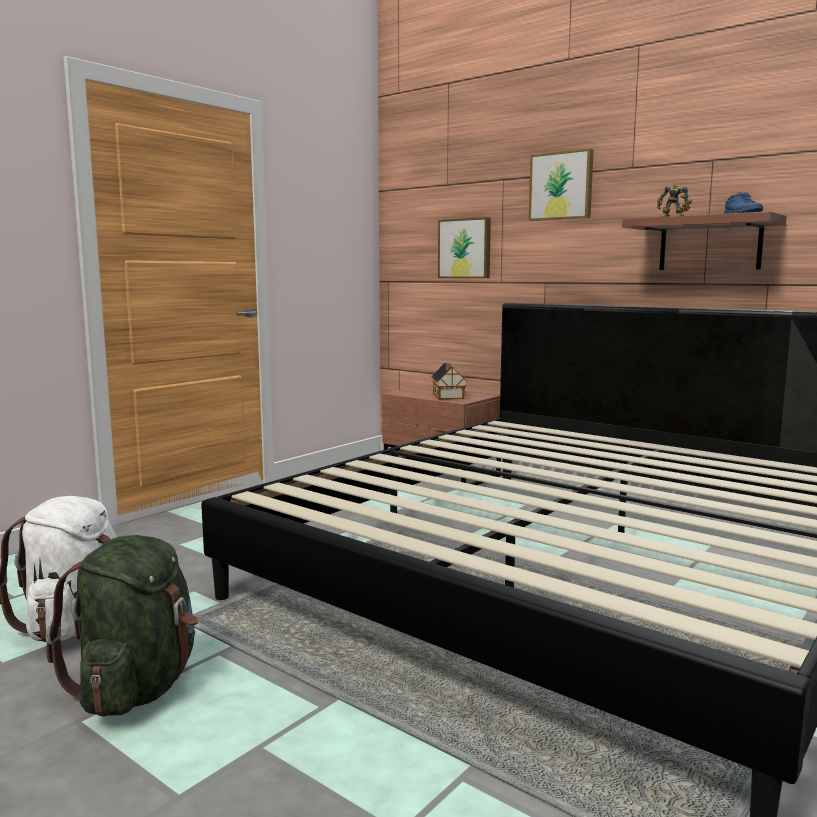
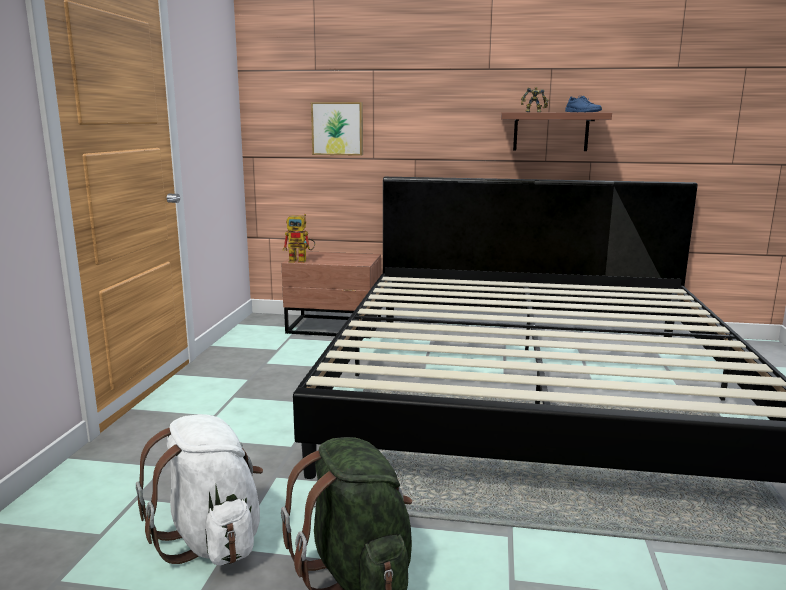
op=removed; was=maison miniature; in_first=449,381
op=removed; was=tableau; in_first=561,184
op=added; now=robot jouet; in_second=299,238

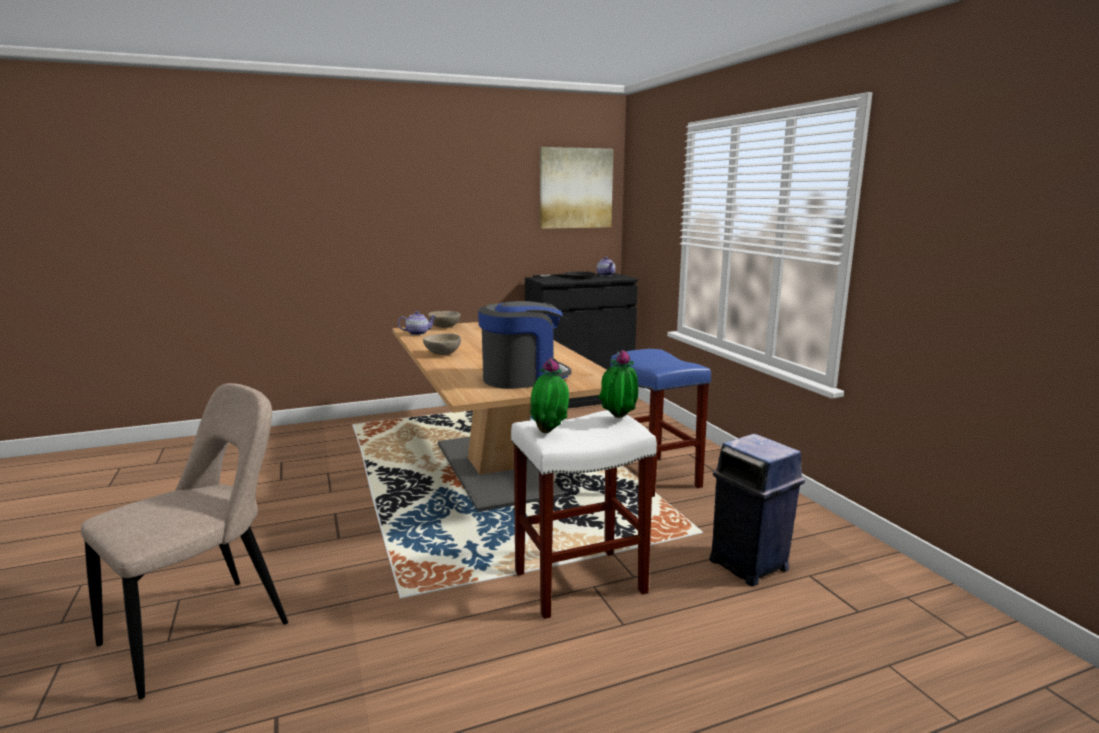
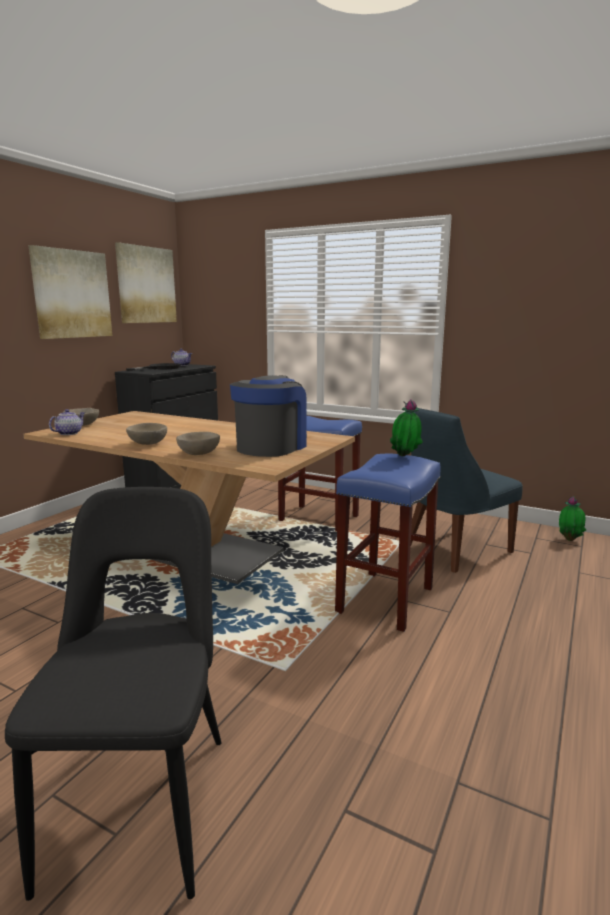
op=recoloured; was=chaise/beige; now=chaise/noir; in_first=184,541; in_second=113,694
op=recoloured; was=tabouret/blanc; now=tabouret/bleu; in_first=584,514; in_second=388,543
op=moved; was=plante en pot; in_first=549,395; in_second=572,518
op=replaced; was=poubelle/bleu; now=chaise/bleu; in_first=757,510; in_second=467,490
op=added; now=tableau; in_second=70,292
op=added; now=bol/beige; in_second=198,443

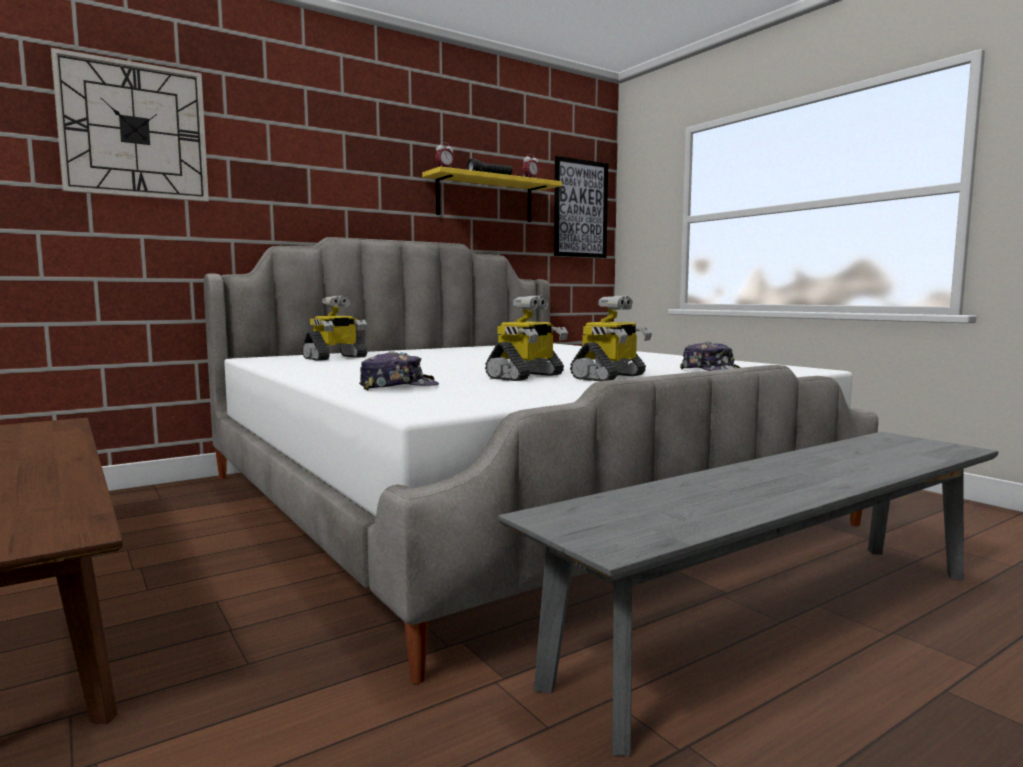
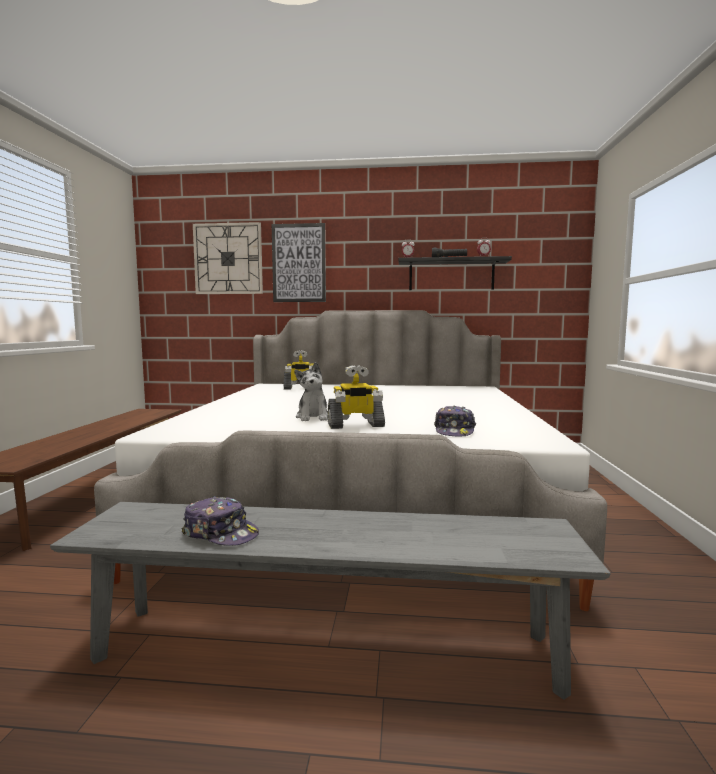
op=moved; was=casquette; in_first=399,370; in_second=220,521
op=recoloured; was=étagère/jaune; now=étagère/noir; in_first=492,194; in_second=455,273
op=replaced; was=robot jouet; now=peluche; in_first=526,338; in_second=311,391
op=moved; was=tableau; in_first=581,207; in_second=299,262

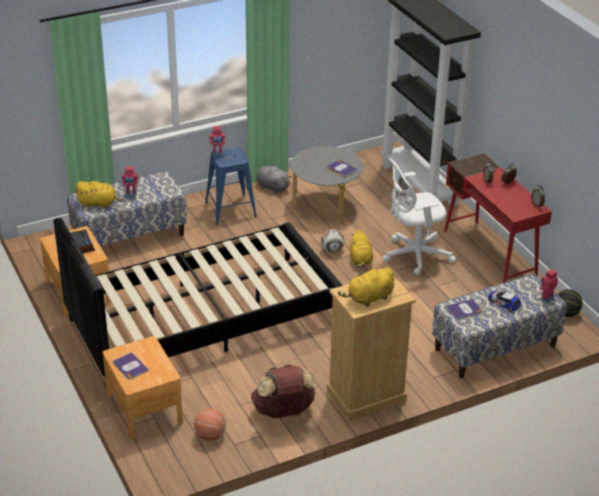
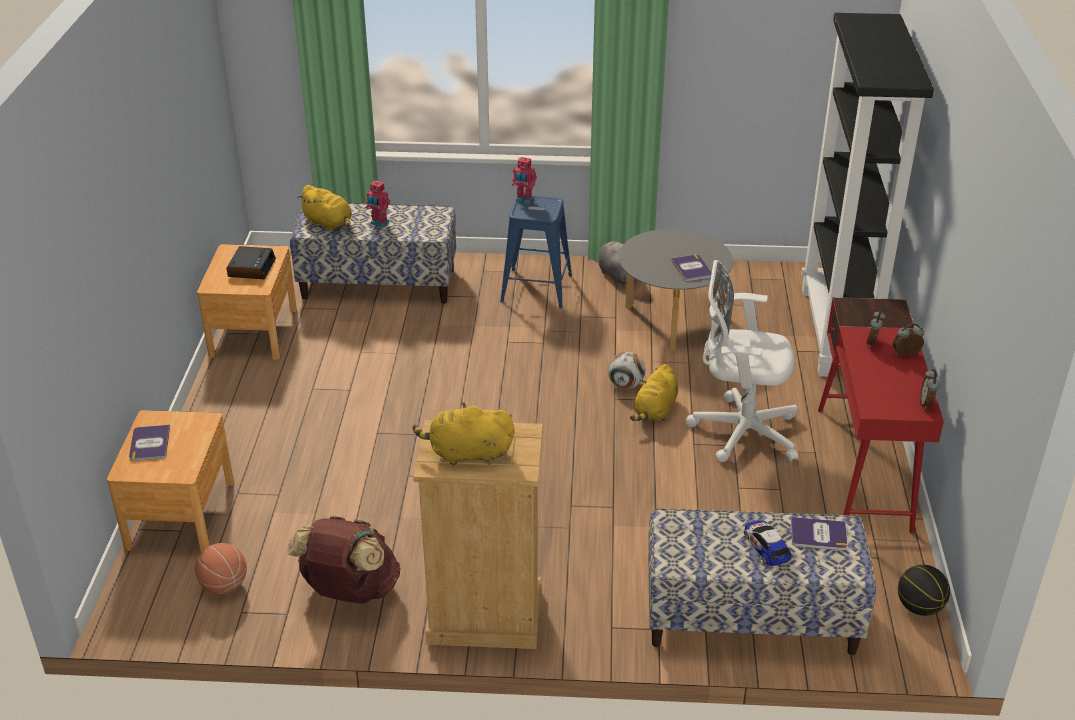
op=removed; was=lit/noir; in_first=198,300
op=moved; was=livre; in_first=464,309; in_second=819,533
op=removed; was=robot jouet; in_first=548,286

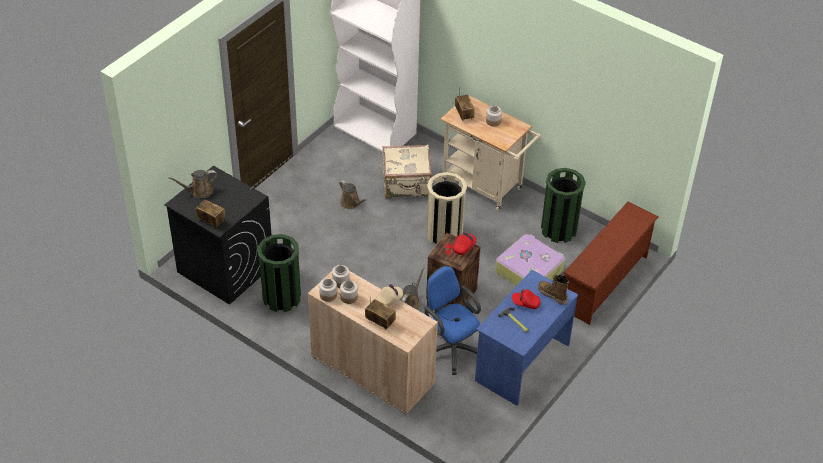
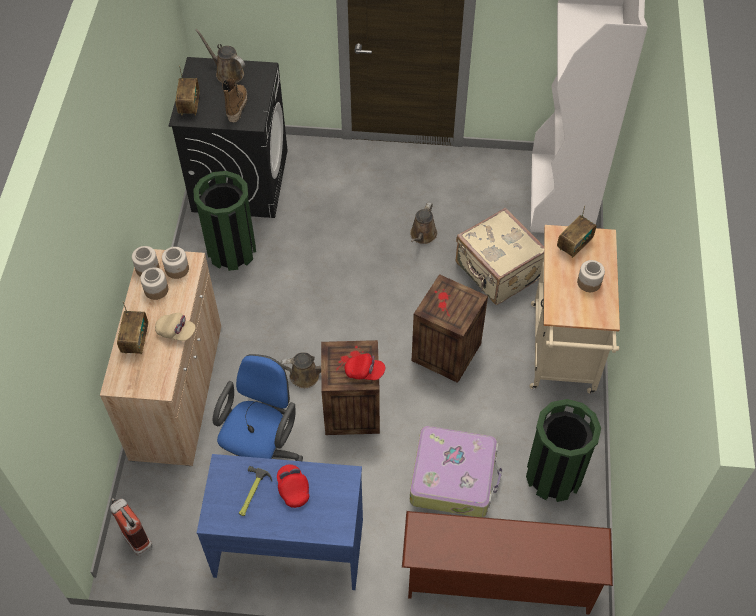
op=replaced; was=poubelle/beige; now=caisse; in_first=447,208; in_second=450,328
op=moved; was=botte; in_first=553,290; in_second=235,100
op=added; now=extincteur; in_second=131,527

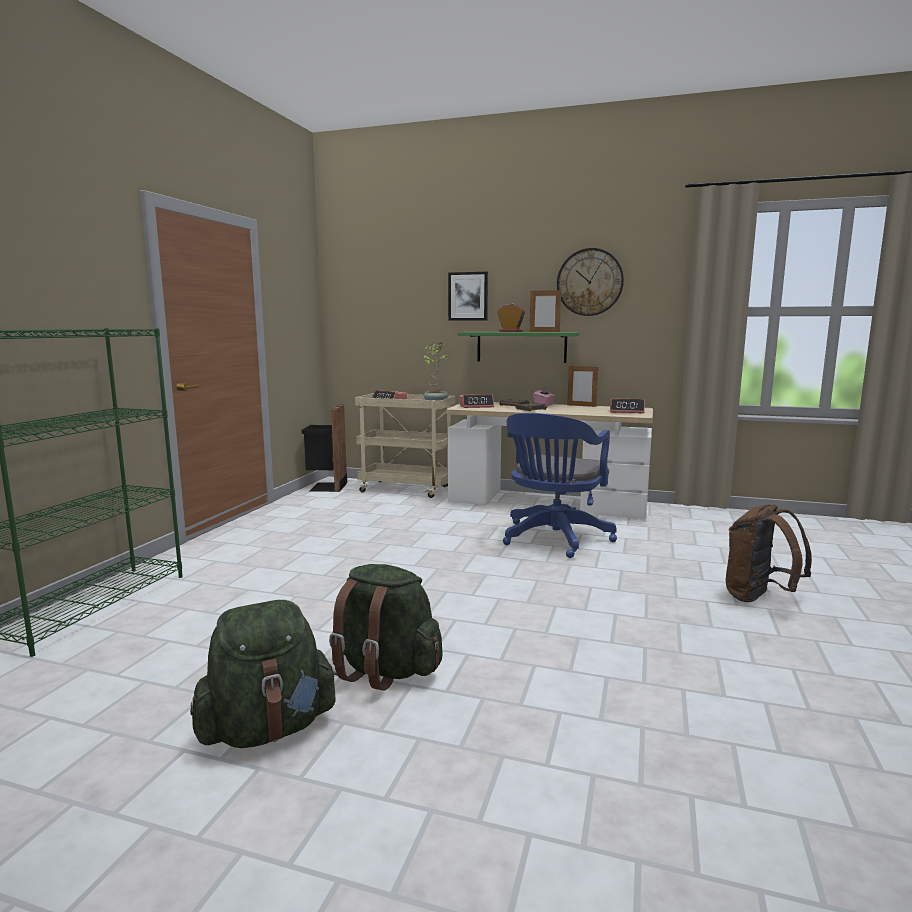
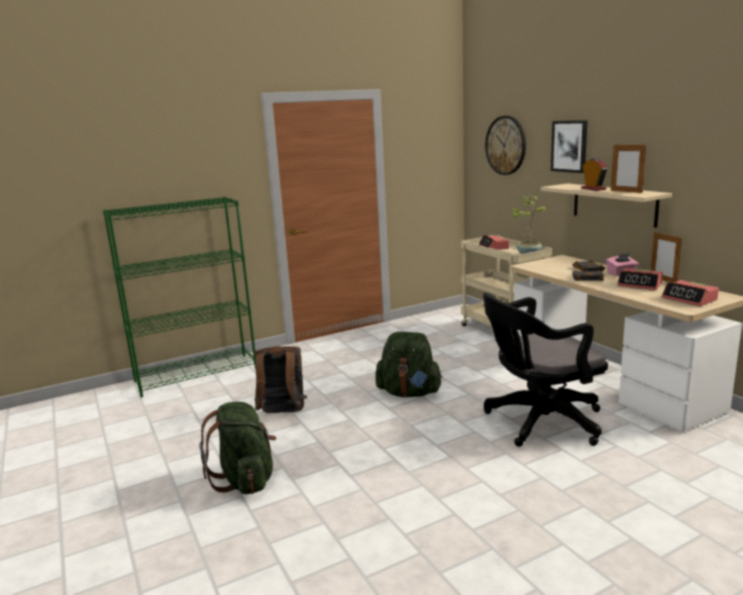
op=moved; was=sac à dos/vert; in_first=264,674; in_second=409,364
op=removed; was=poubelle/noir; in_first=324,448
op=recoloured; was=étagère/vert; now=étagère/beige; in_first=518,347; in_second=606,205
op=moved; was=réveil; in_first=477,401; in_second=640,279
op=recoloured; was=chaise de bureau/bleu; now=chaise de bureau/noir; in_first=560,485; in_second=545,369
op=moved; was=horloge murale; in_first=590,282; in_second=505,145
op=moved; was=sac à dos/marron; in_first=769,553; in_second=280,379

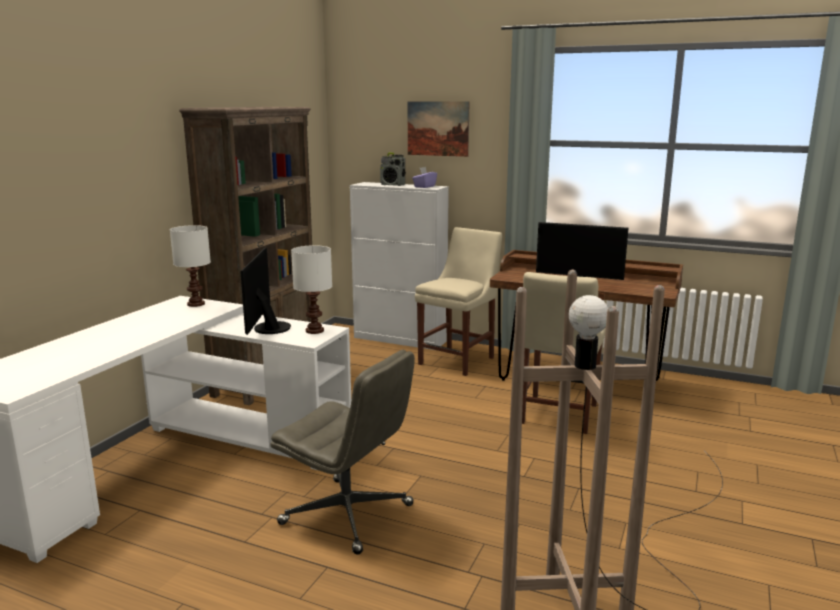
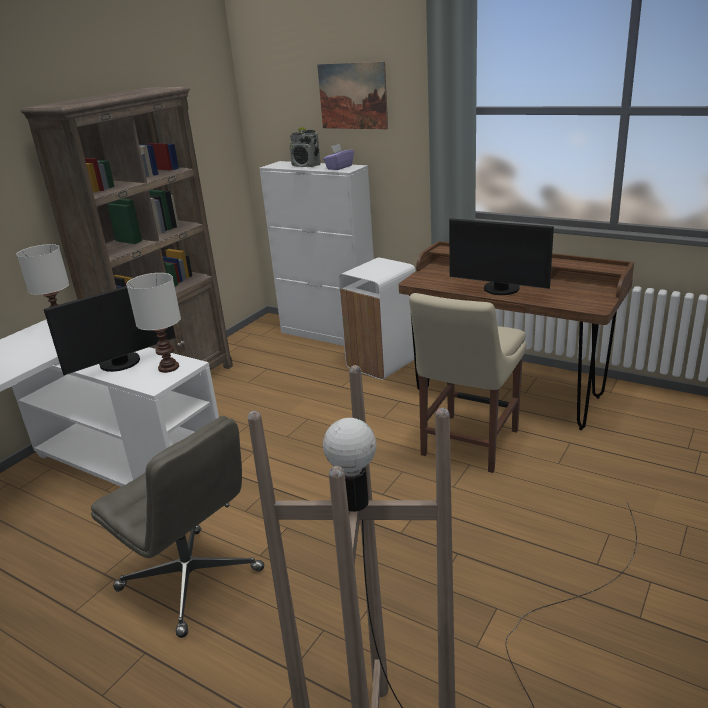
op=turned; was=écran d'ordinateur; in_first=265,291; in_second=110,330; clockwise=-135
op=replaced; was=chaise/beige; now=poubelle/blanc; in_first=458,301; in_second=377,319

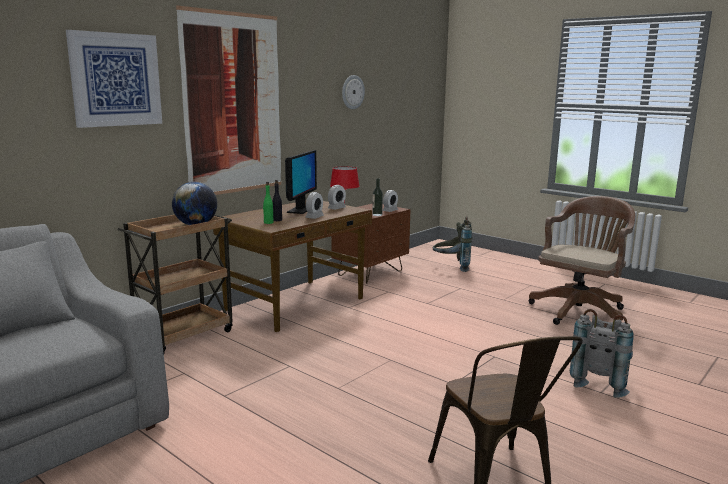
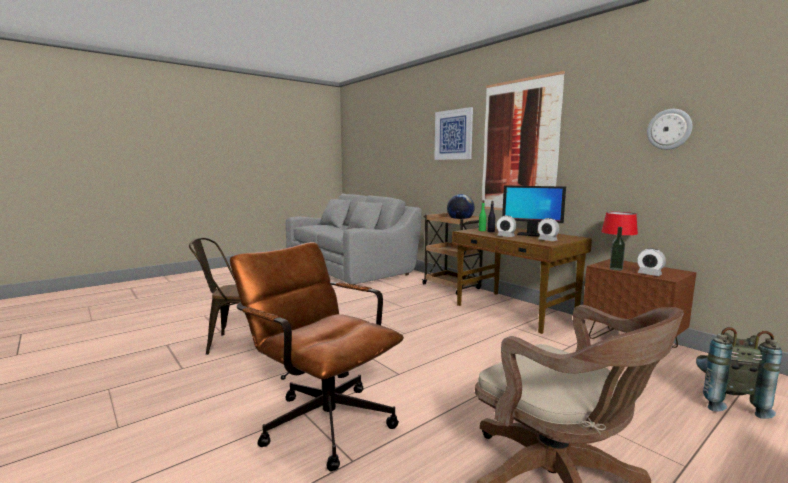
op=replaced; was=sac à dos/gris; now=chaise de bureau/marron; in_first=602,353; in_second=317,356

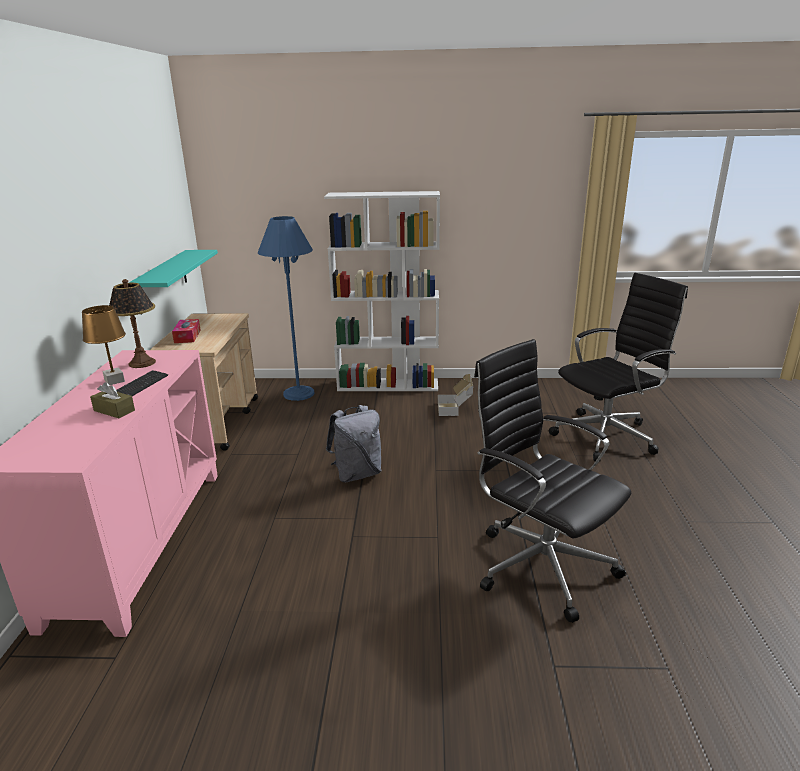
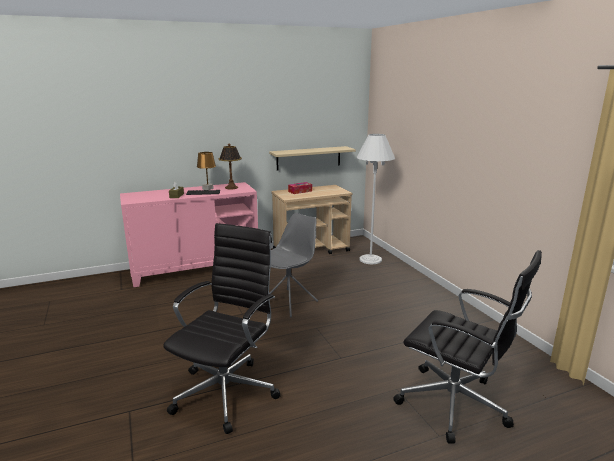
op=recoloured; was=étagère/turquoise; now=étagère/beige; in_first=173,282; in_second=312,158
op=recoloured; was=lampadaire/bleu; now=lampadaire/blanc; in_first=286,308; in_second=376,199
op=removed; was=bibliothèque/blanc; in_first=382,291
op=replaced; was=sac à dos/gris; now=chaise/gris; in_first=354,443; in_second=293,265
op=removed; was=carton; in_first=455,395

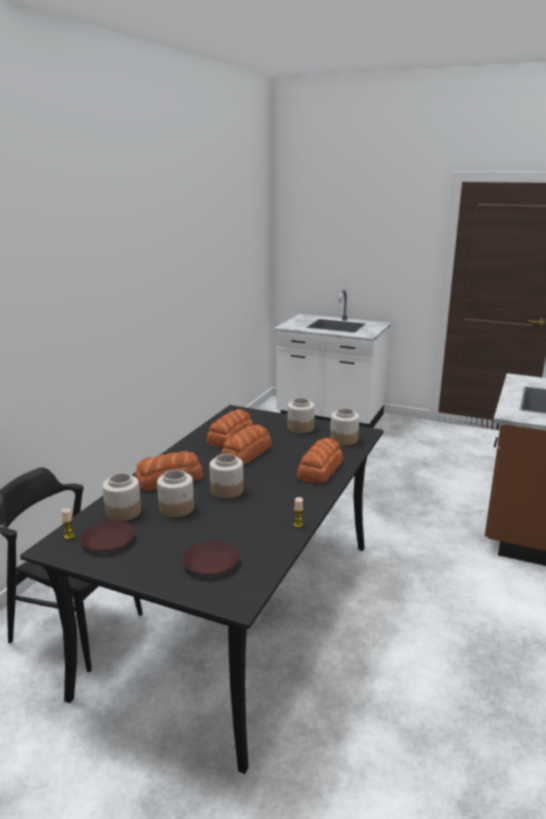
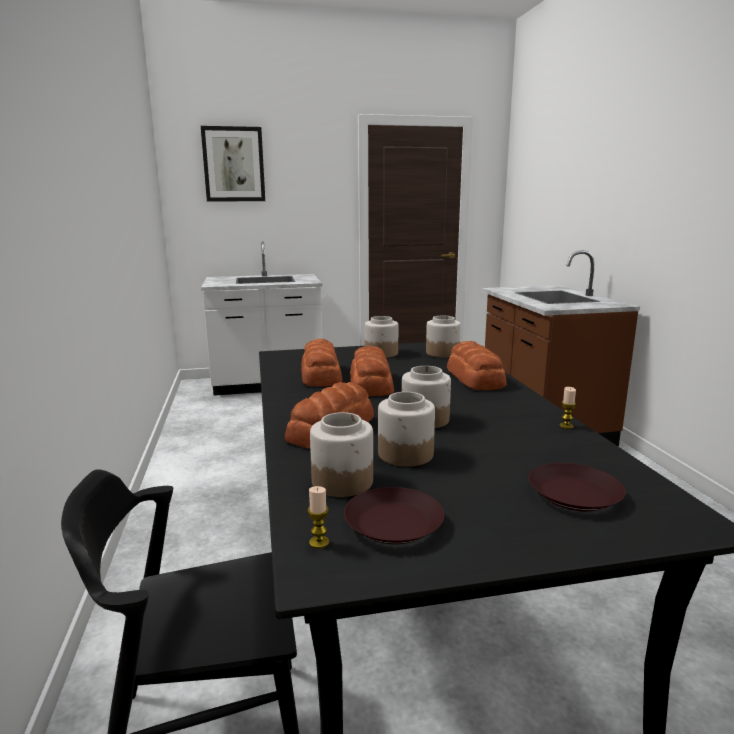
op=added; now=tableau; in_second=233,164

